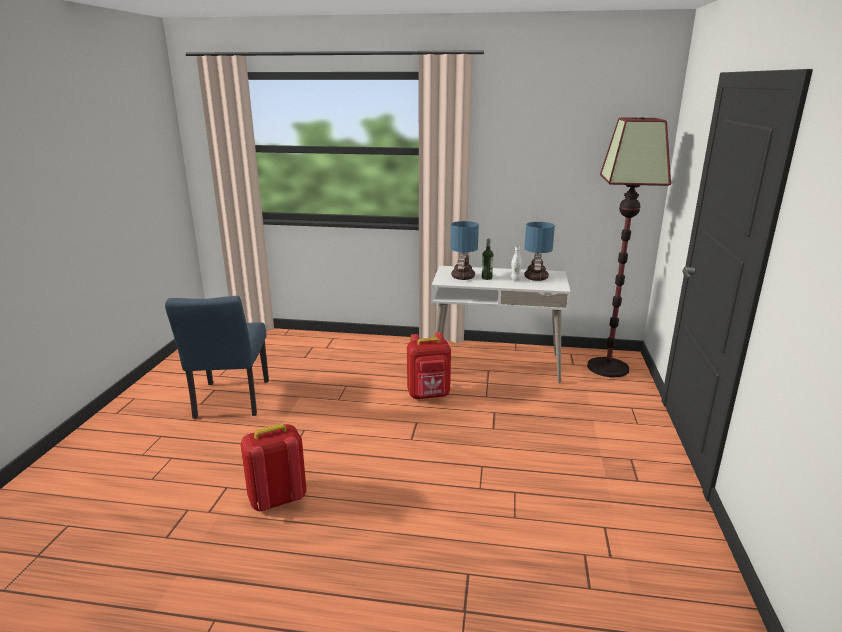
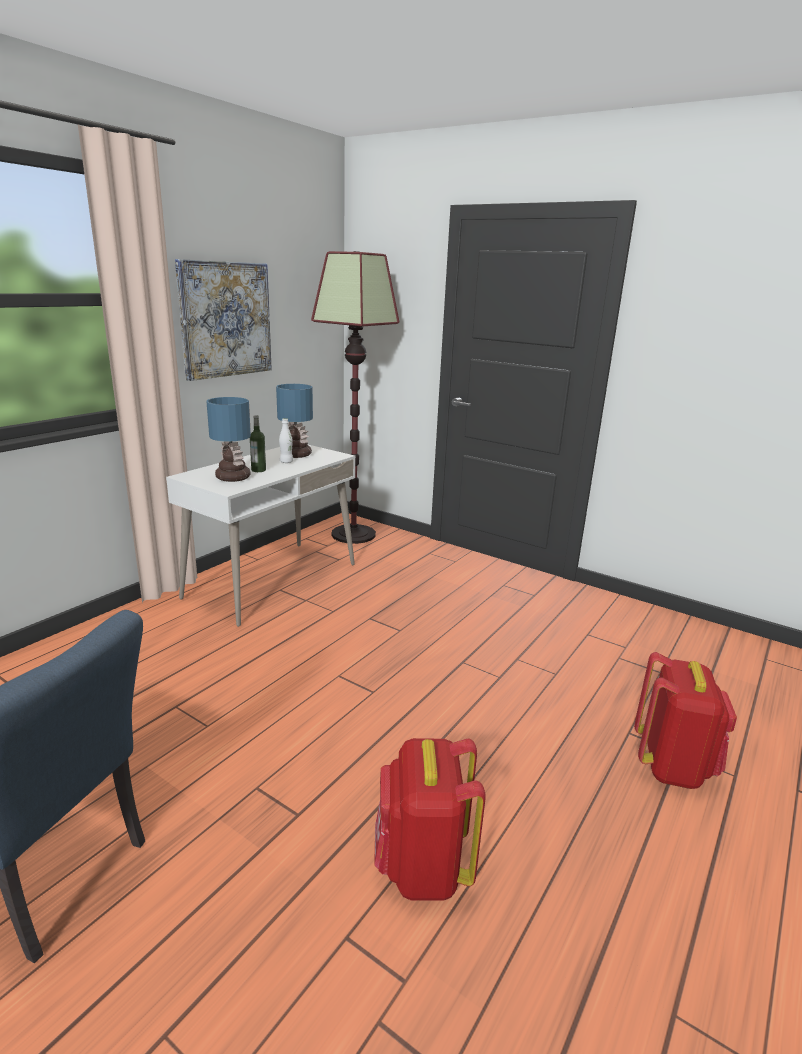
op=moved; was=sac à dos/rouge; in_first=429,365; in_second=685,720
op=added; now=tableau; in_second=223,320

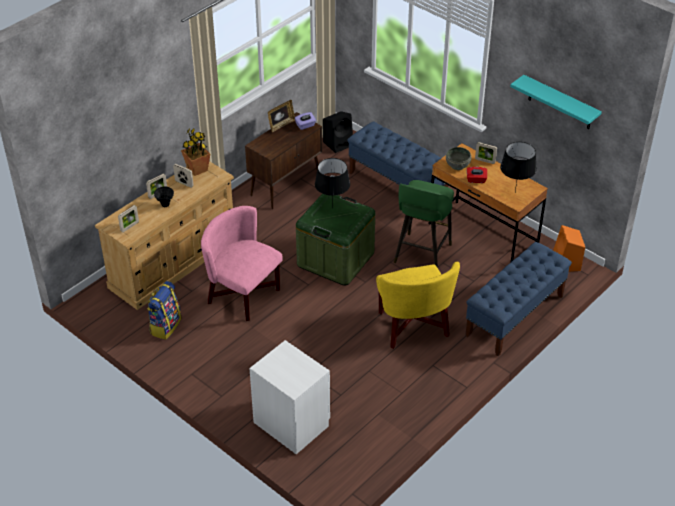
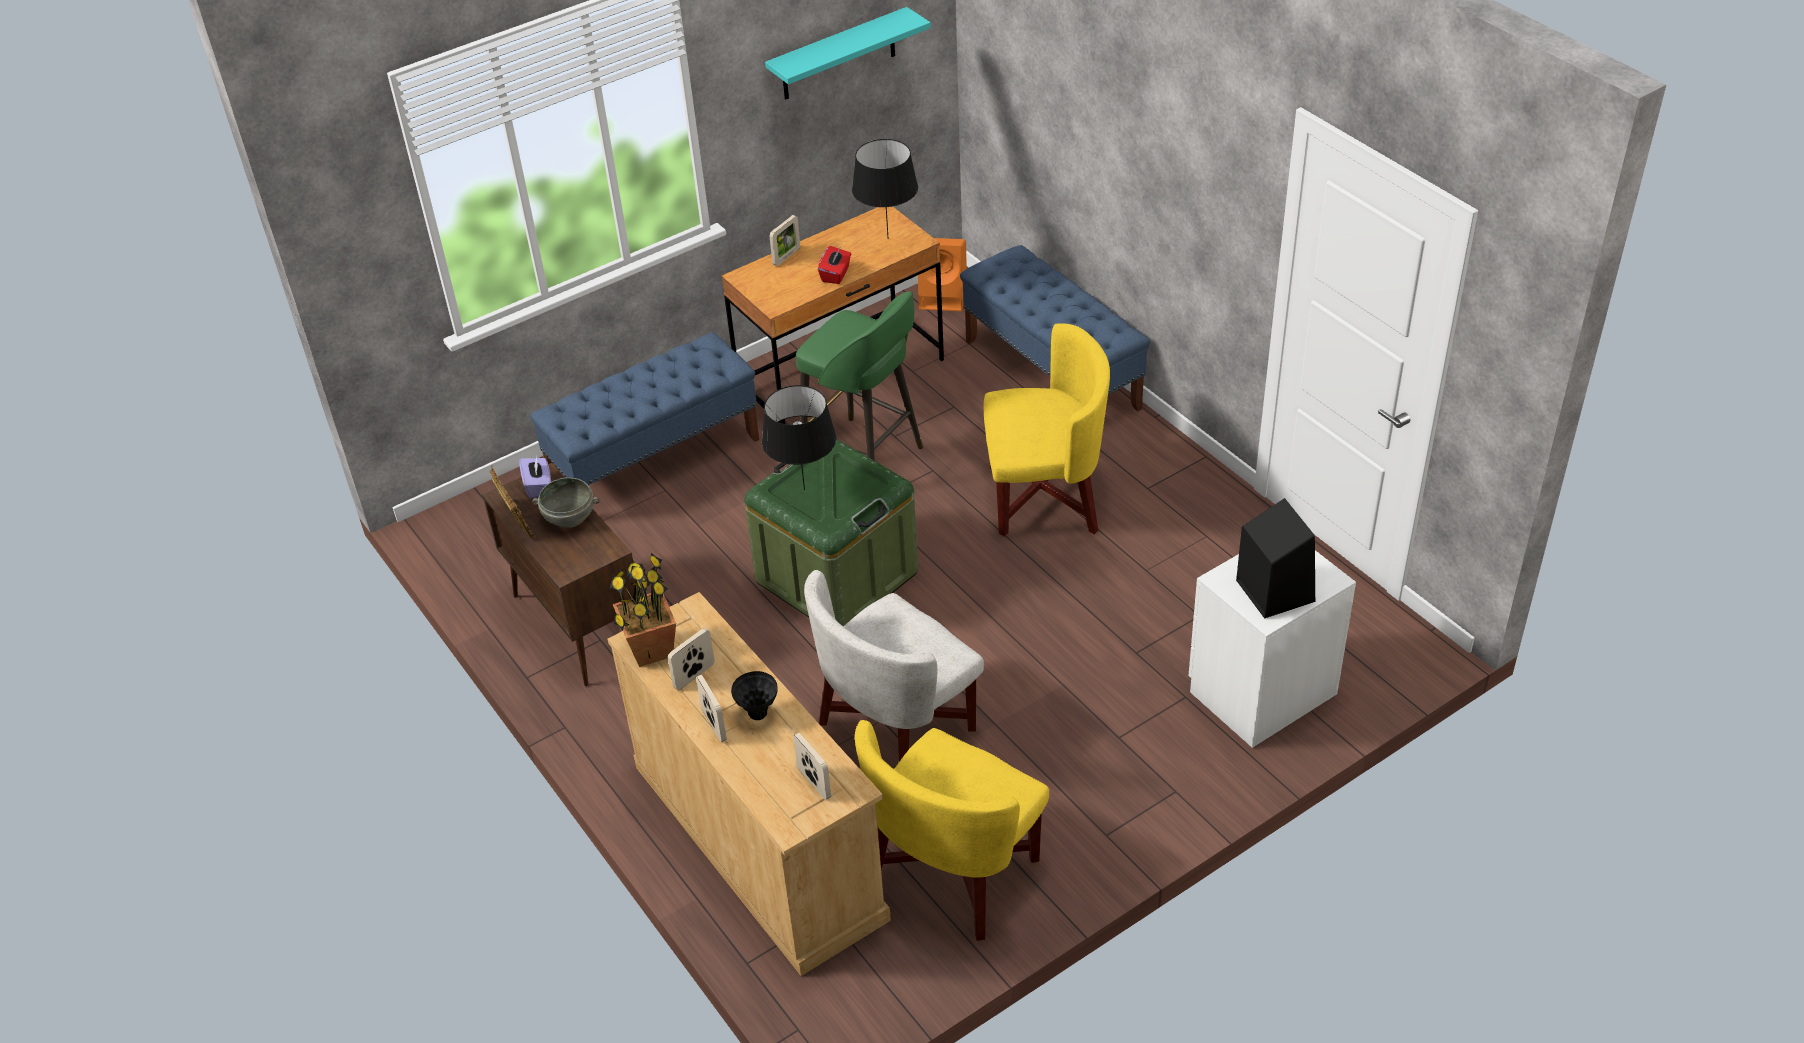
op=replaced; was=sac à dos; now=fauteuil/jaune; in_first=164,310; in_second=952,830
op=recoloured; was=fauteuil/rose; now=fauteuil/blanc; in_first=242,263; in_second=894,666
op=moved; was=enceinte/noir; in_first=338,132; in_second=1275,558
op=moved; was=bol/gris; in_first=458,158; in_second=566,503

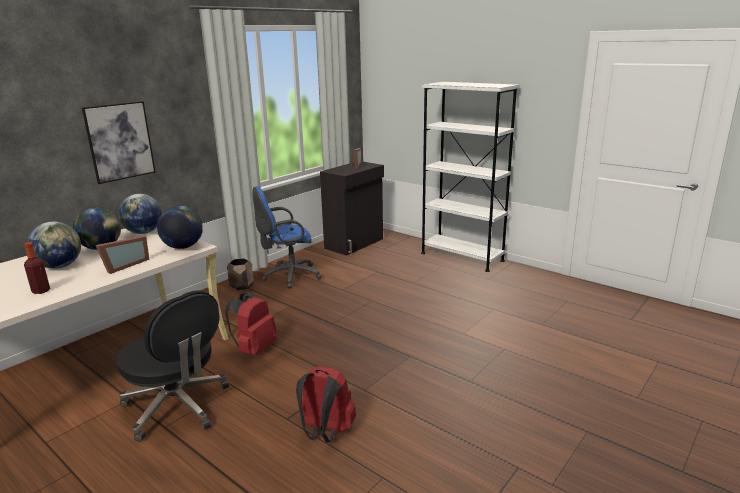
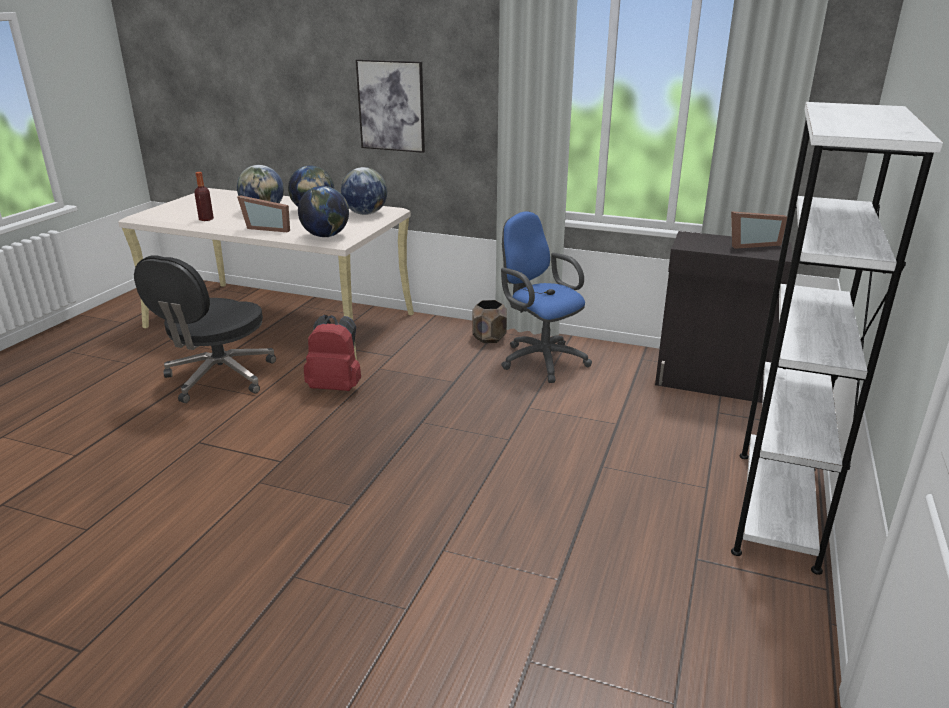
op=removed; was=sac à dos/rouge; in_first=326,404

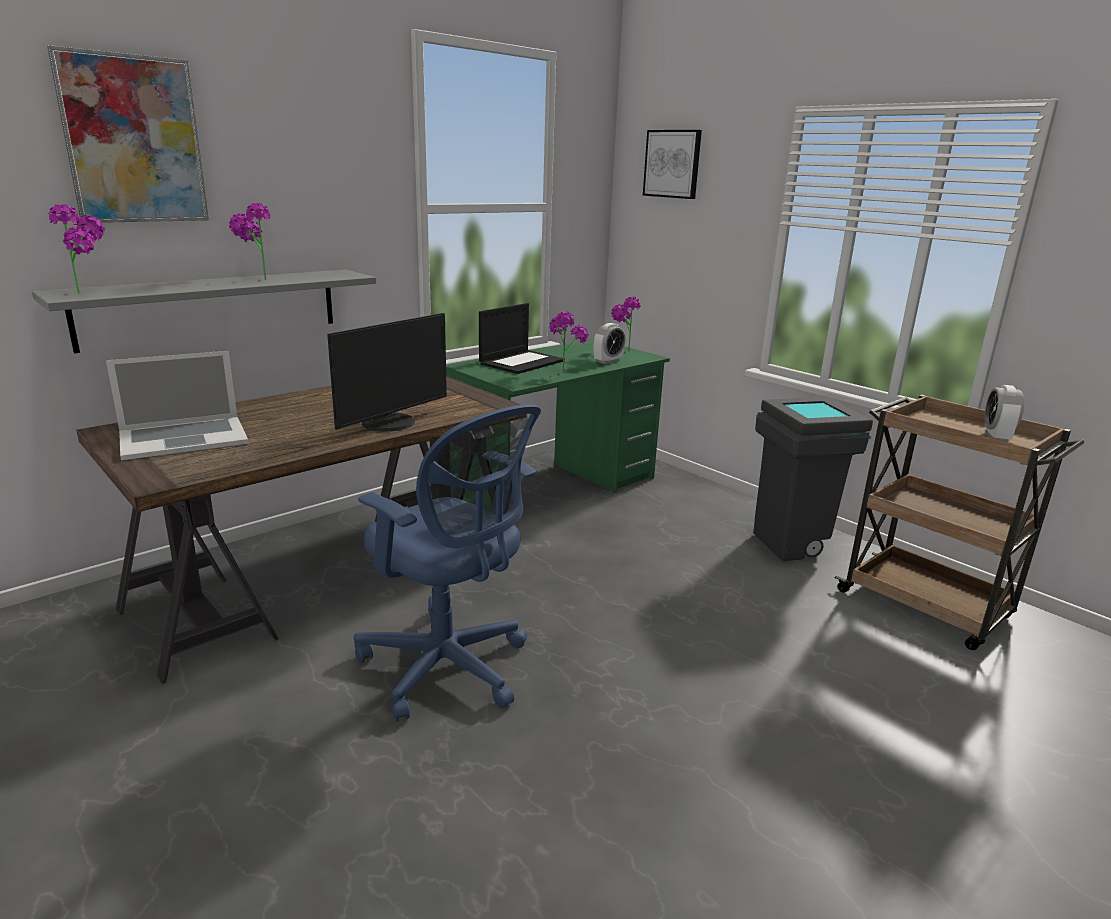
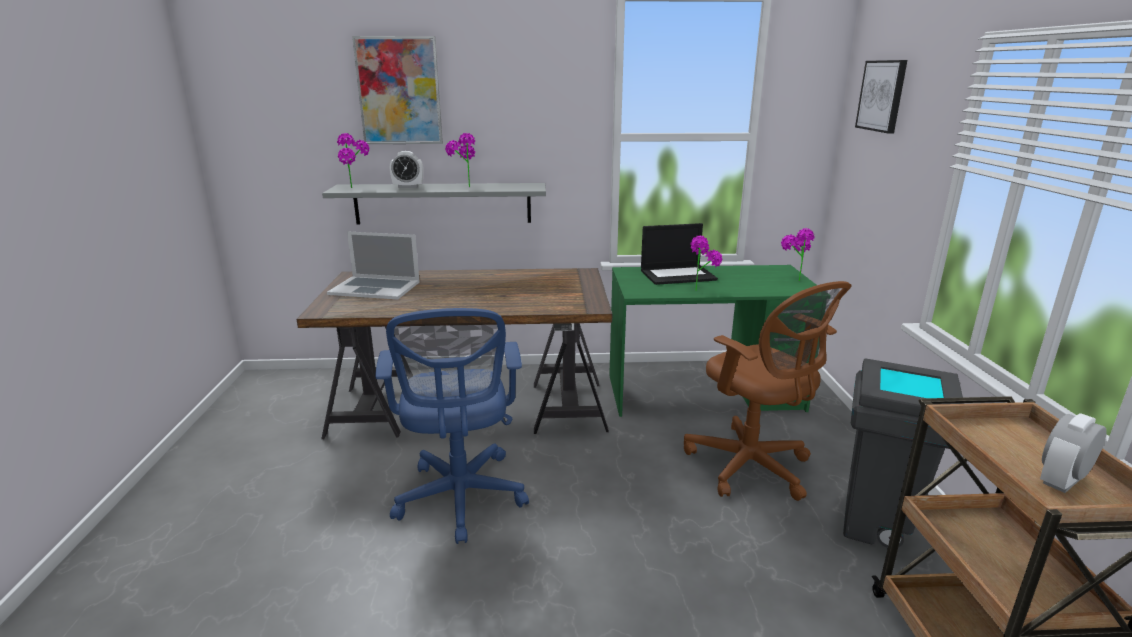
op=removed; was=écran d'ordinateur; in_first=387,372
op=moved; was=réveil; in_first=609,343; in_second=406,169
op=added; now=chaise de bureau/marron; in_second=768,391

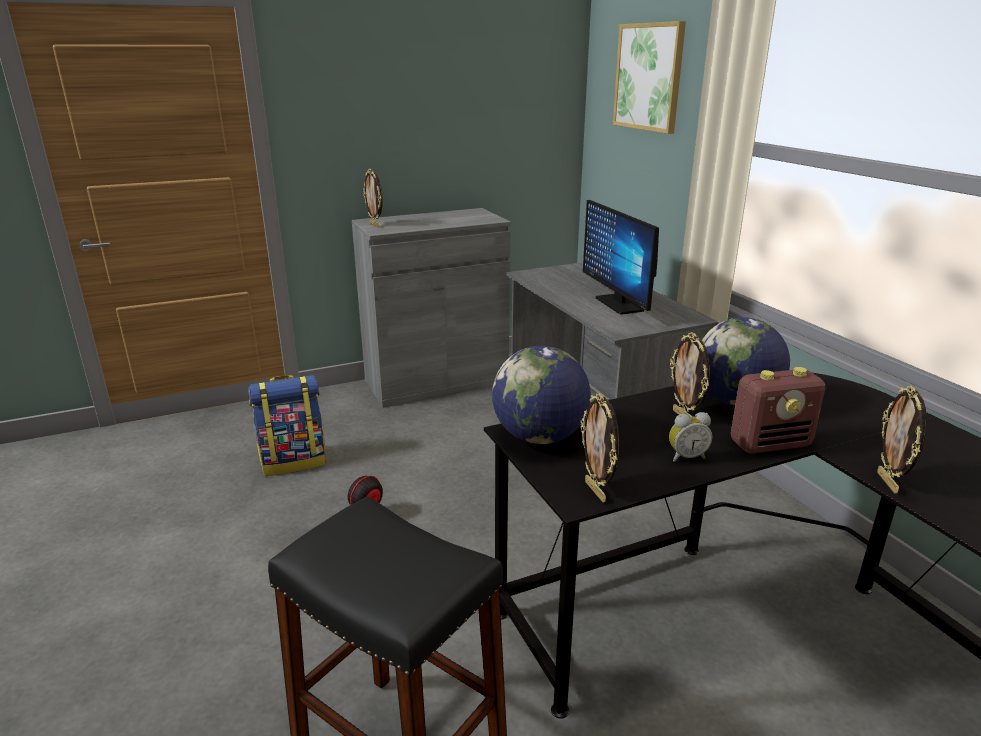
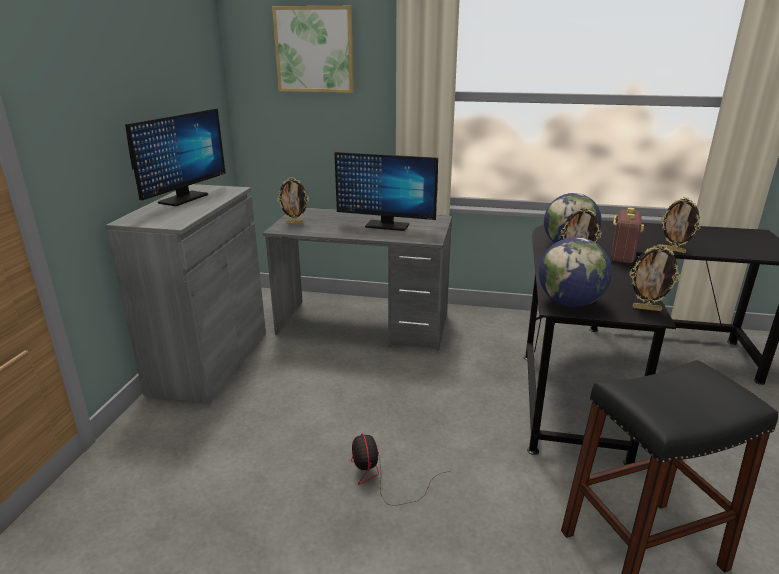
op=removed; was=sac à dos; in_first=287,425
op=moved; was=cadre photo; in_first=373,198; in_second=293,200
op=removed; was=réveil; in_first=690,437
op=added; now=écran d'ordinateur; in_second=175,157

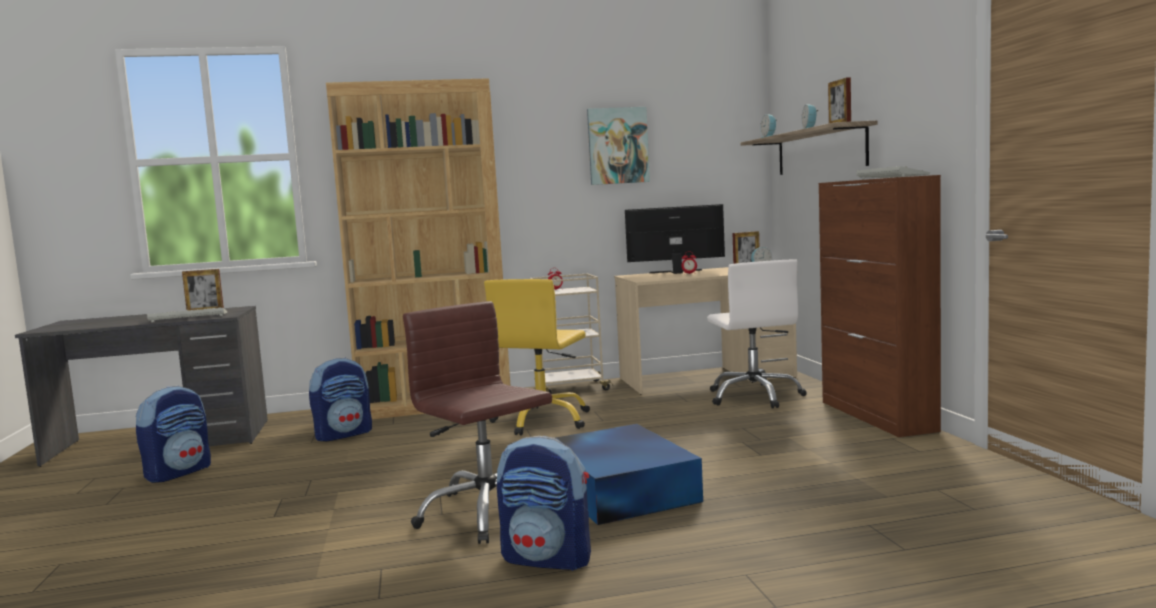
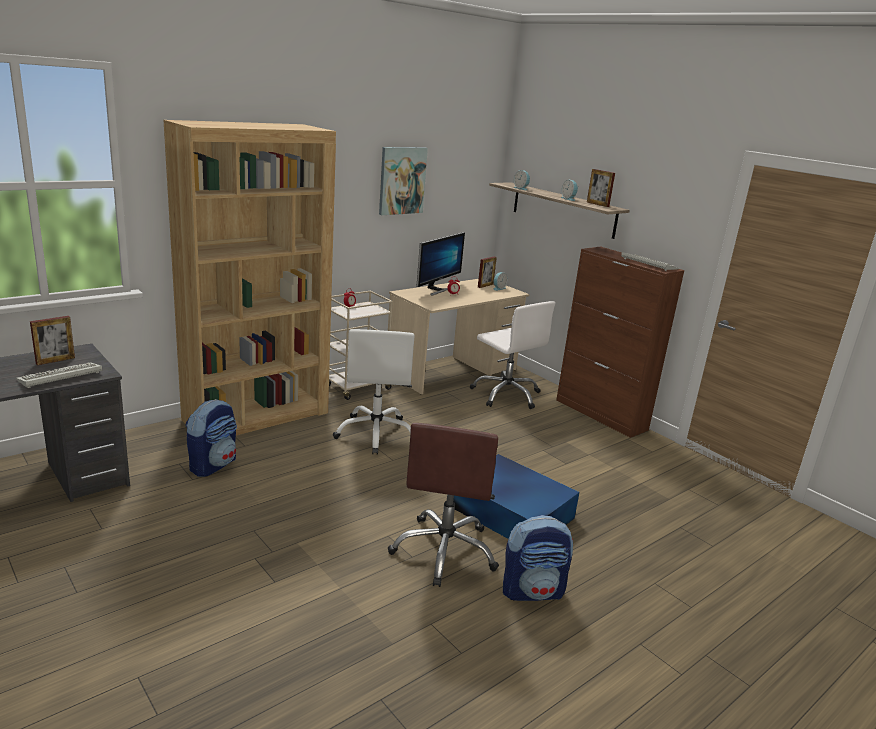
op=removed; was=sac à dos; in_first=173,434
op=turned; was=chaise de bureau/marron; in_first=477,422; in_second=443,505; clockwise=-105
op=recoloured; was=chaise de bureau/jaune; now=chaise de bureau/blanc; in_first=537,357; in_second=373,392
op=turned; was=écran d'ordinateur; in_first=675,239; in_second=440,264; clockwise=150

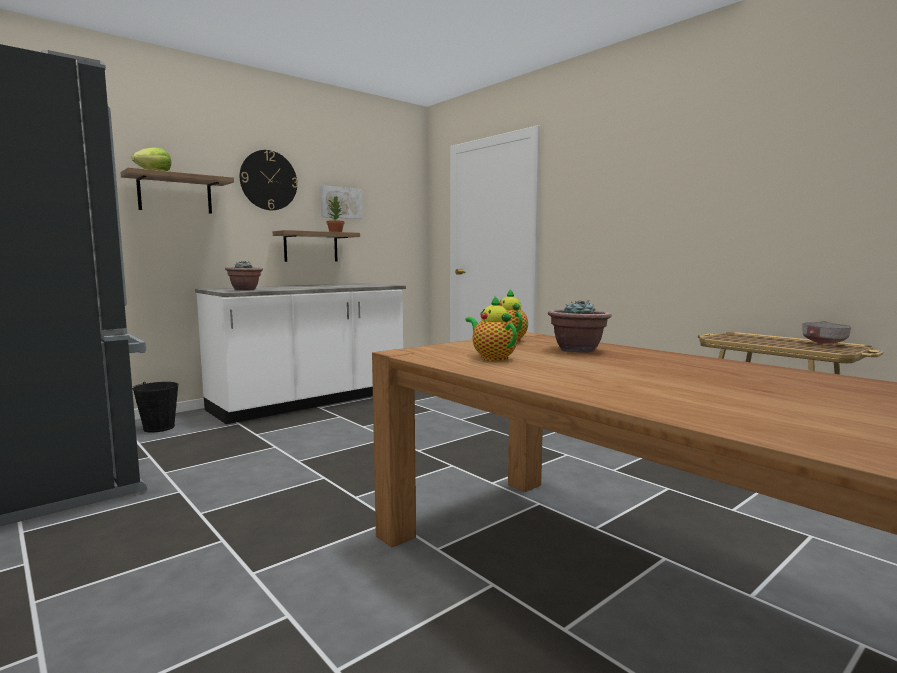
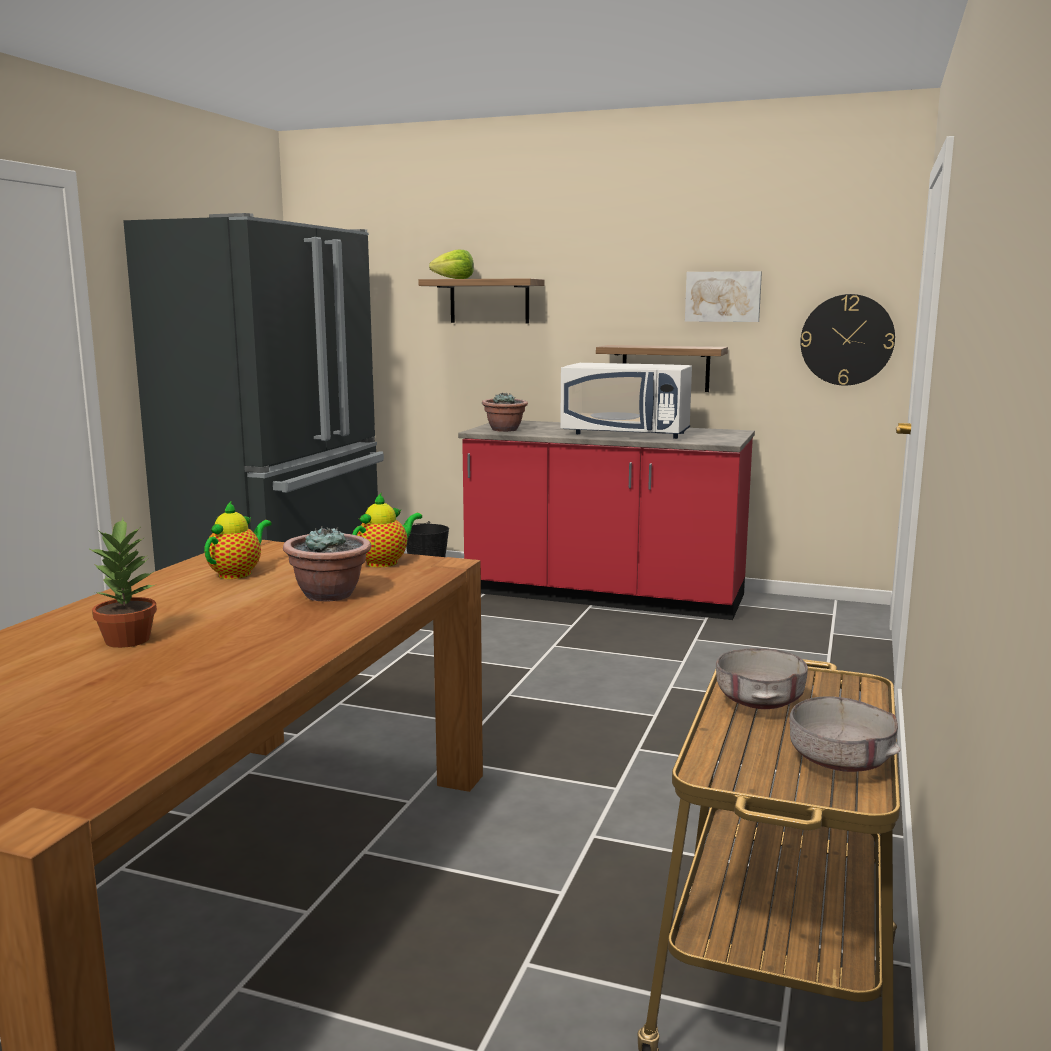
op=recoloured; was=comptoir de cuisine/blanc; now=comptoir de cuisine/rouge; in_first=300,353; in_second=606,520
op=moved; was=horloge murale; in_first=269,180; in_second=847,339
op=moved; was=plante en pot; in_first=335,213; in_second=122,583
op=added; now=micro-ondes/blanc; in_second=626,401
op=added; now=bol/gris; in_second=762,678

